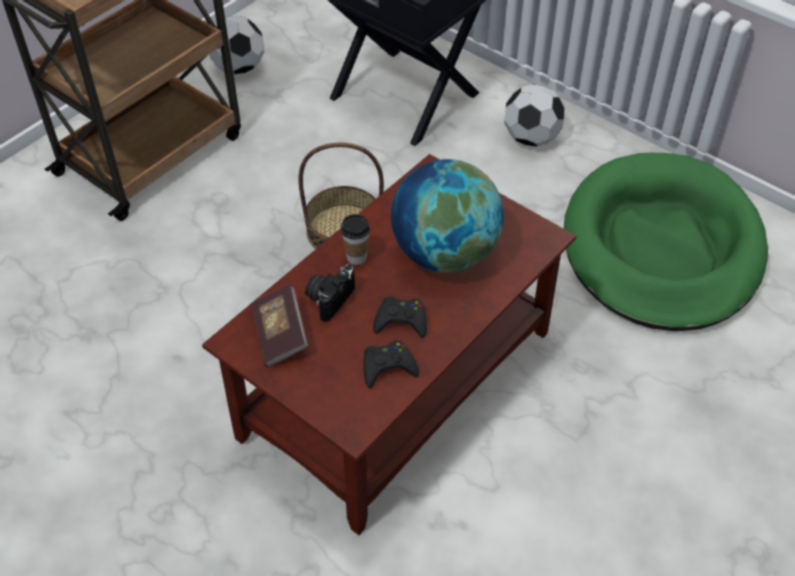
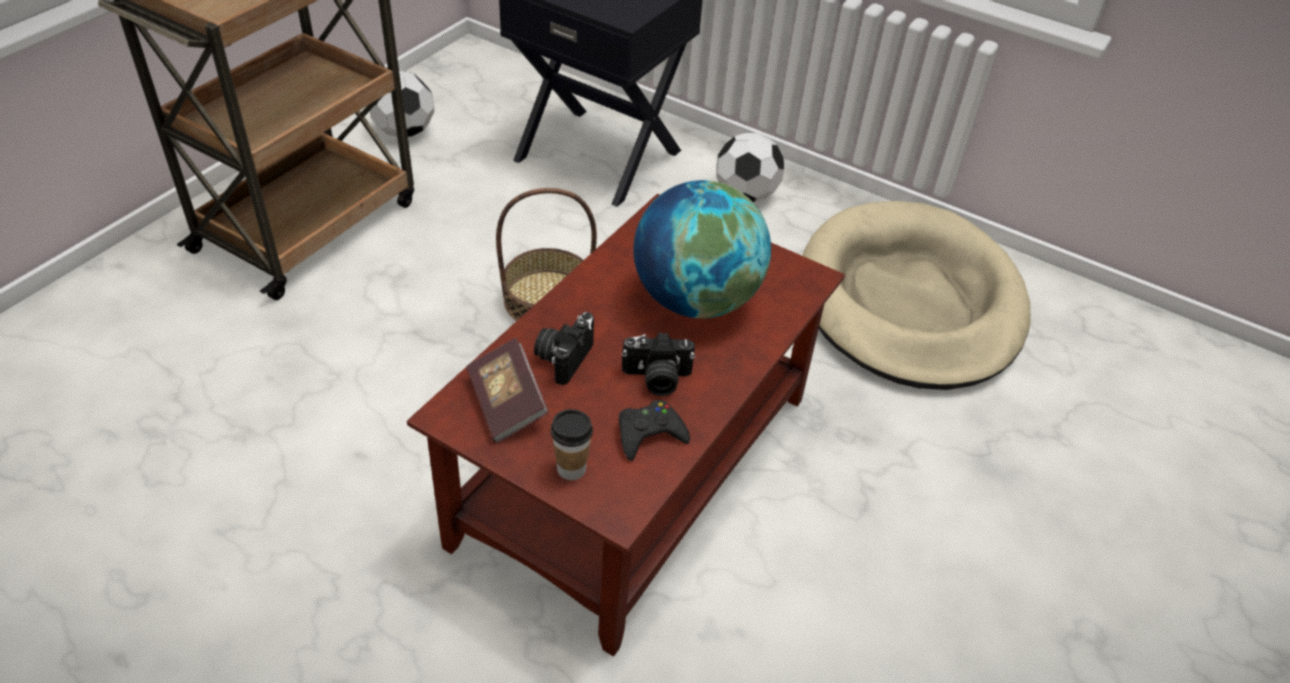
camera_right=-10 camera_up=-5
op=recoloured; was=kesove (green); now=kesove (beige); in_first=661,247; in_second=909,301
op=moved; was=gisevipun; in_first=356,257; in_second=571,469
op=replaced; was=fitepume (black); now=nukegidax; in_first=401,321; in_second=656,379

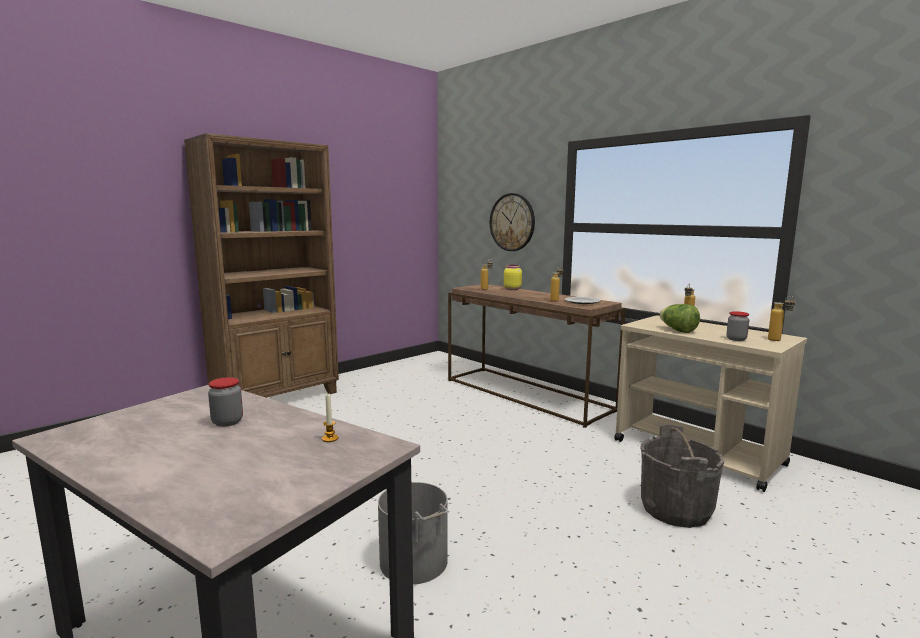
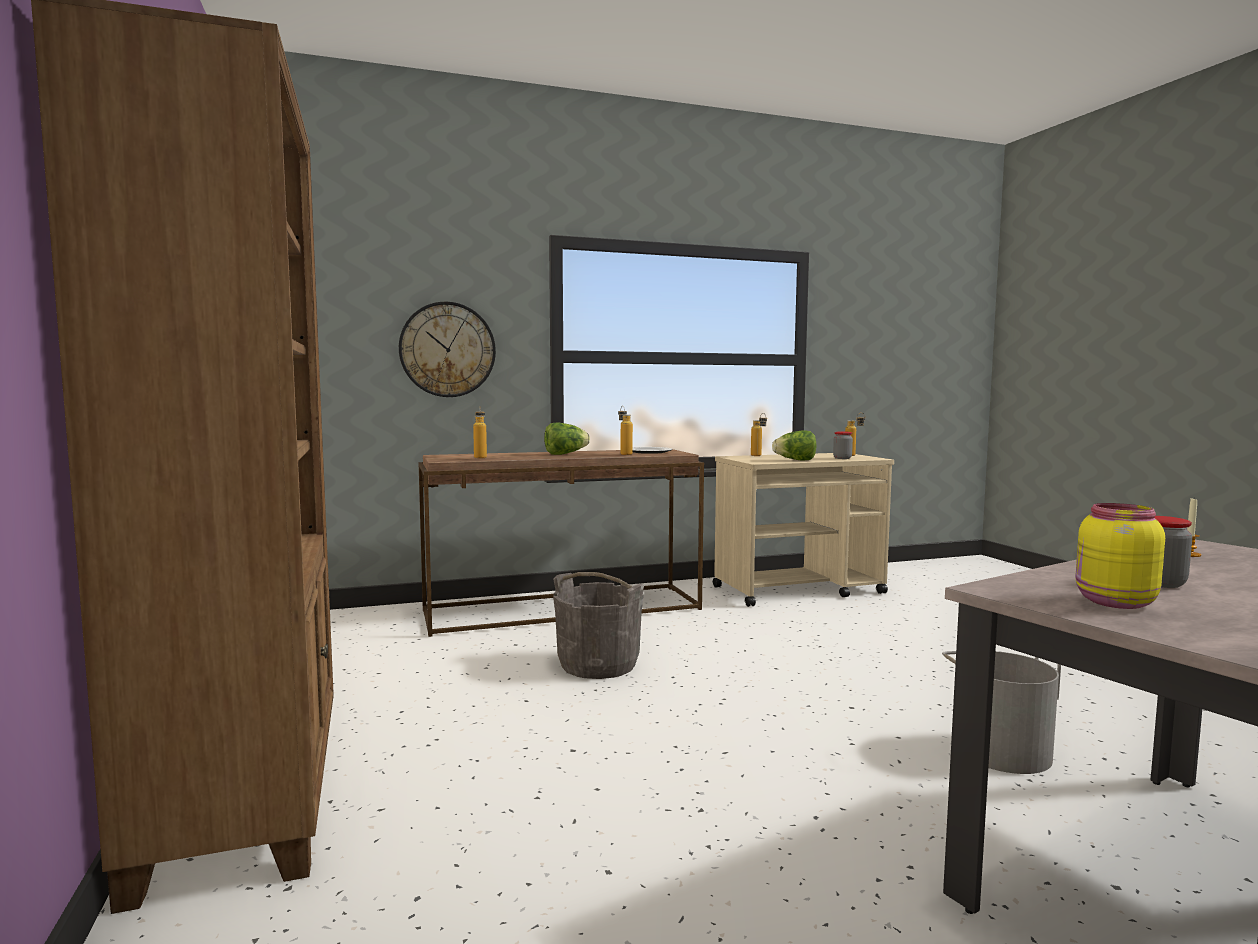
camera_right=-65 camera_up=-5
op=moved; was=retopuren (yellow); in_first=512,289; in_second=1113,602
op=moved; was=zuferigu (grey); in_first=676,509; in_second=598,664
op=added; now=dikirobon; in_second=565,454

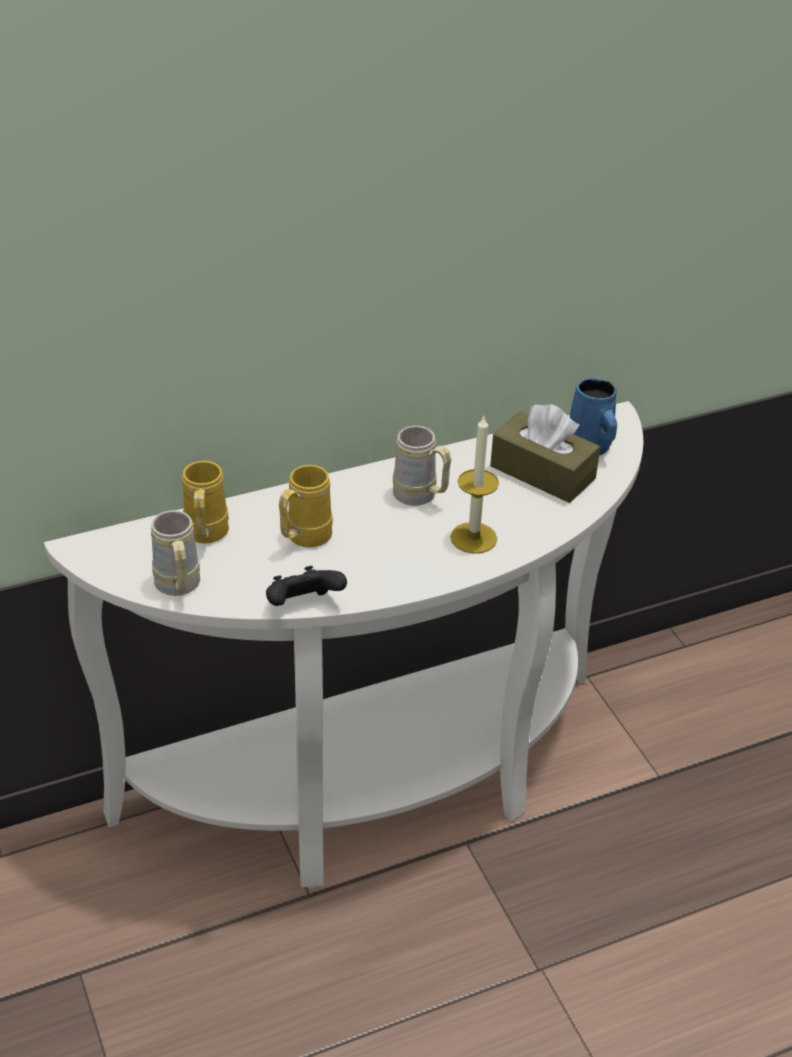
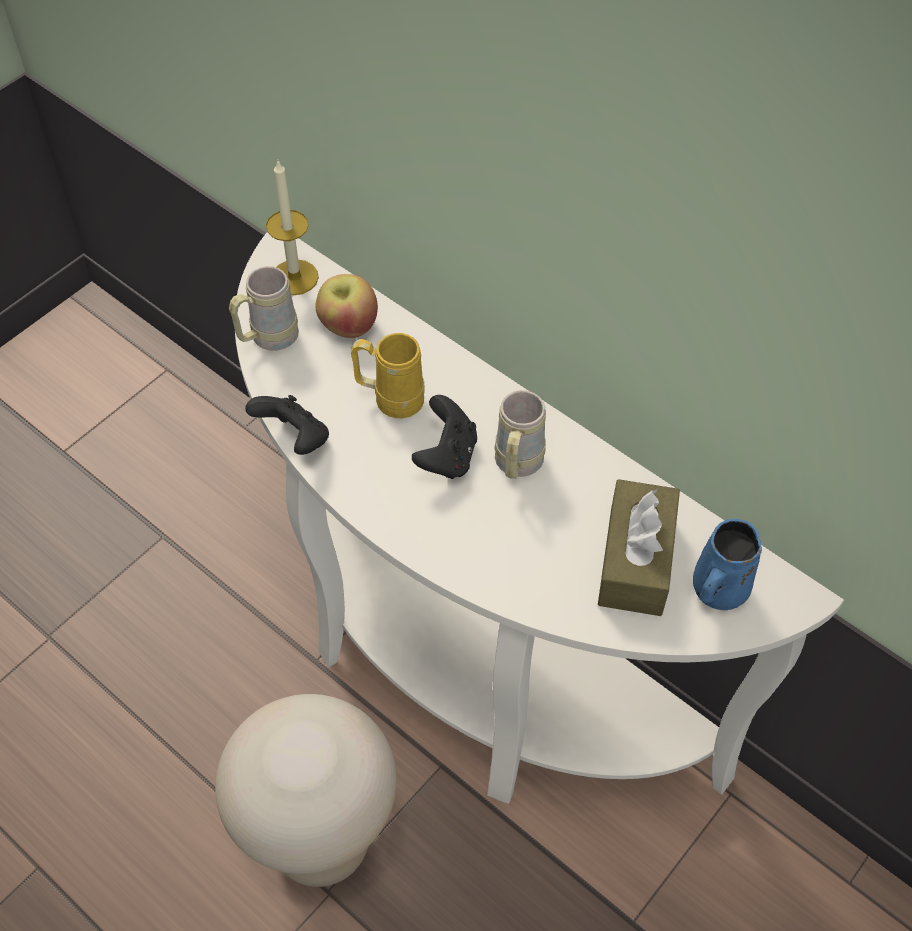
camera_right=65 camera_up=15
op=moved; was=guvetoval; in_first=473,538; in_second=294,277
op=replaced; was=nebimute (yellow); now=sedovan; in_first=205,537; in_second=348,325
op=added; now=fitepume (black); in_second=447,456
op=added; now=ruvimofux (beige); in_second=321,841

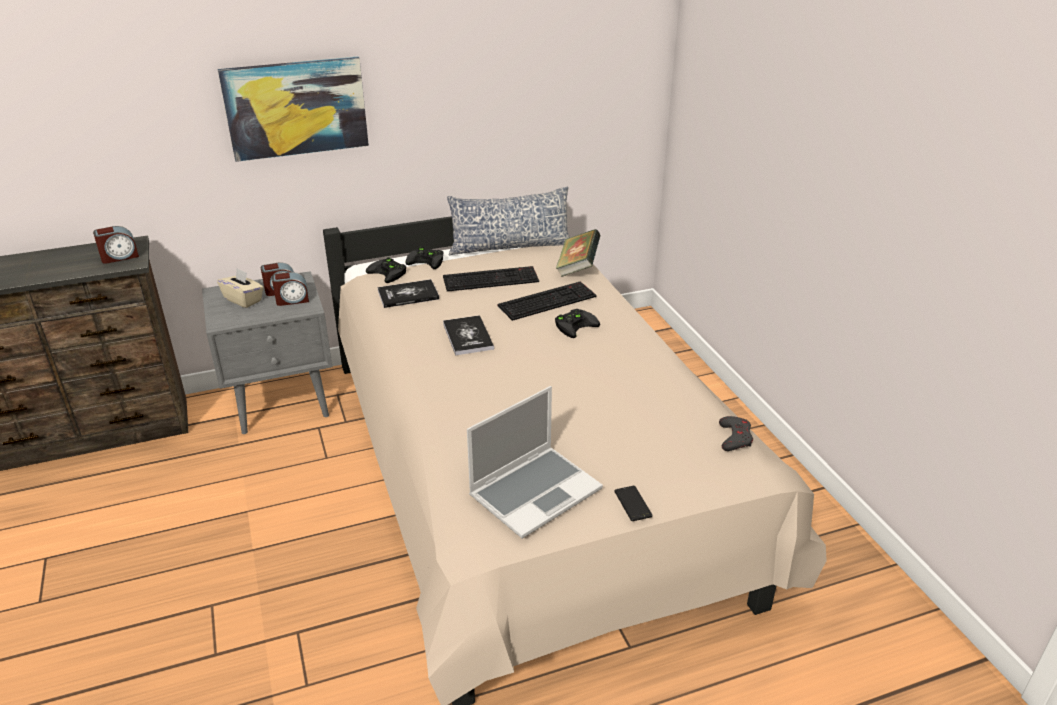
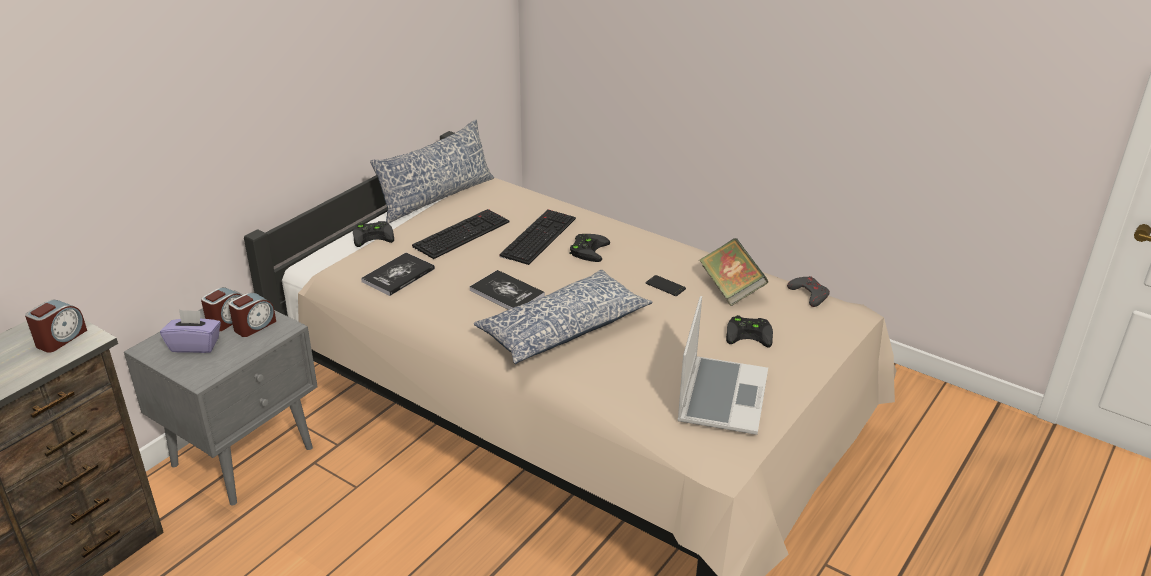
camera_right=-35 camera_up=0
op=removed; was=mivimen; in_first=296,108
op=moved; was=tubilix; in_first=577,268; in_second=731,289
op=moved; was=fitepume (black); in_first=389,273; in_second=750,334
op=recoloured; was=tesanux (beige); now=tesanux (purple); in_first=243,299; in_second=195,345
op=moved; was=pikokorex; in_first=633,504; in_second=665,286
op=added; now=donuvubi; in_second=562,329

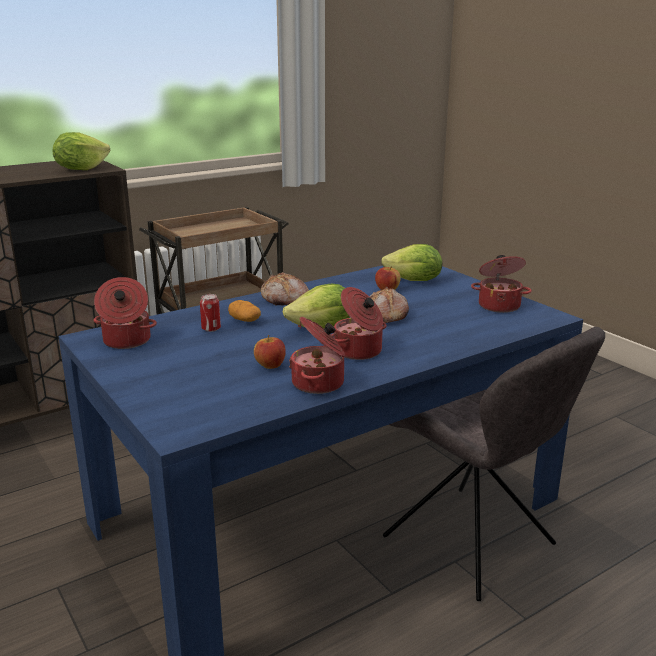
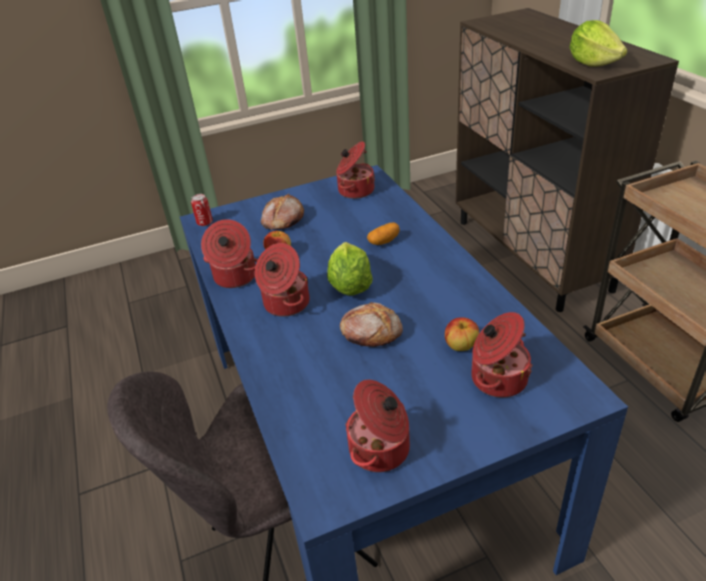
camera_right=105 camera_up=15
op=replaced; was=dikirobon; now=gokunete; in_first=414,281; in_second=497,378
op=moved; was=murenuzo; in_first=285,299; in_second=282,220
op=moved; was=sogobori; in_first=211,329; in_second=205,223

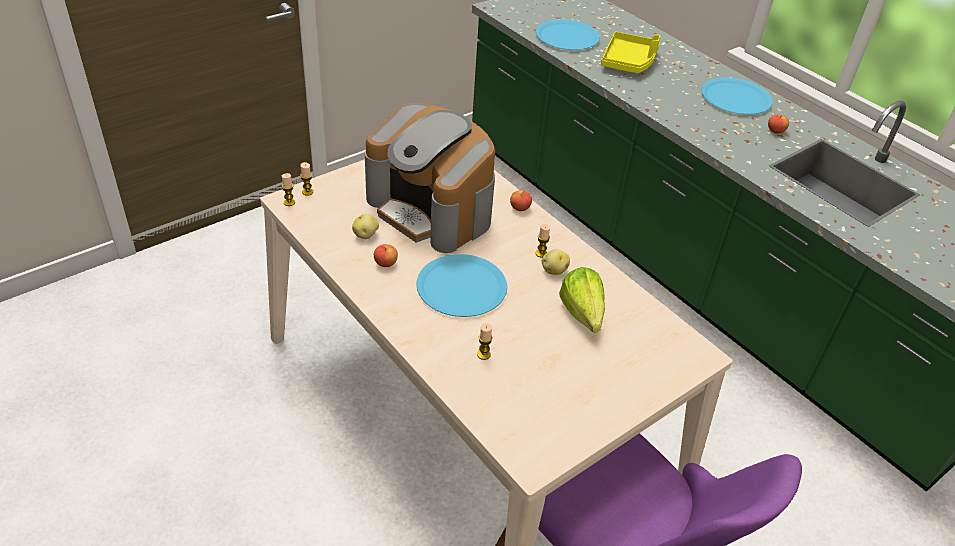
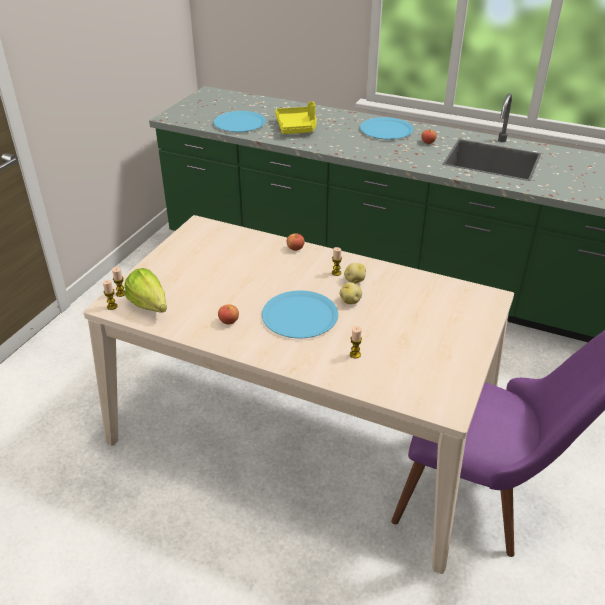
camera_right=-25 camera_up=-5
op=removed; was=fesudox; in_first=432,210
op=moved; was=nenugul; in_first=366,235; in_second=351,301
op=moved; was=dikirobon; in_first=582,318; in_second=151,308

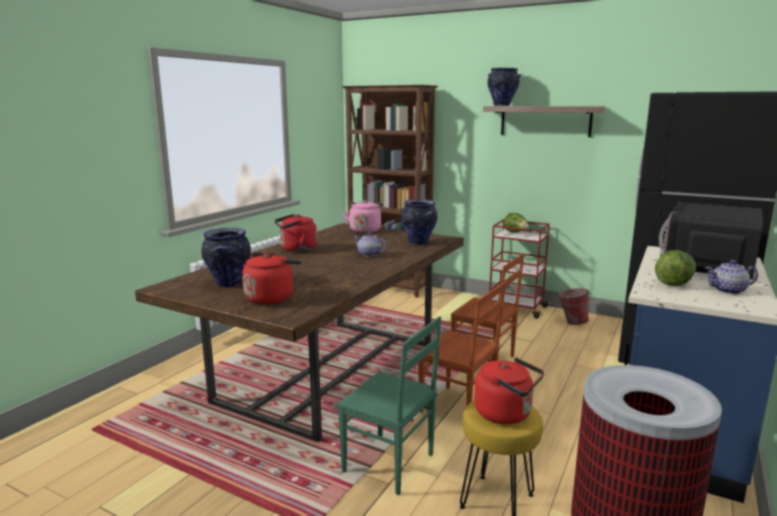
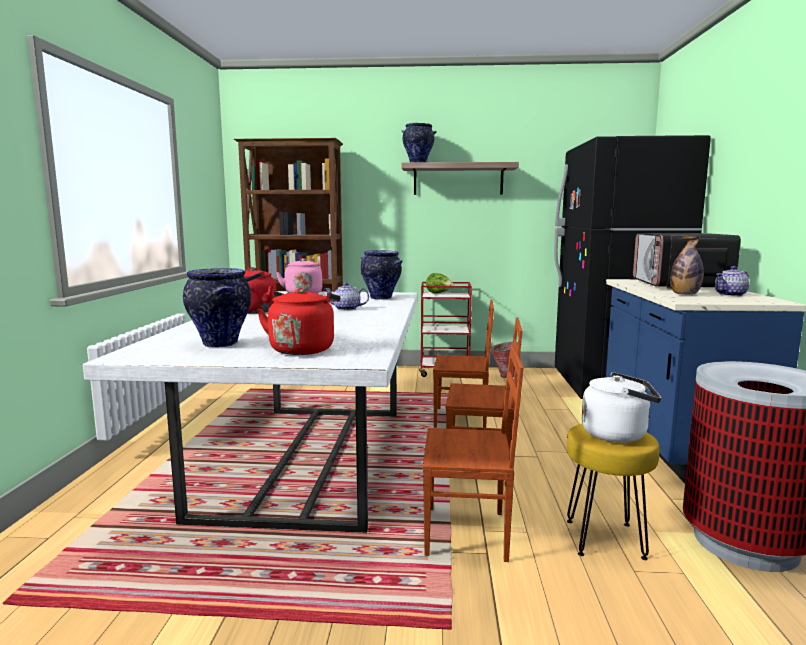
camera_right=-25 camera_up=-5
op=recoloured; was=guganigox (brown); now=guganigox (white); in_first=329,373; in_second=309,460
op=replaced; was=dikirobon; now=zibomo; in_first=673,283; in_second=684,294
op=recoloured; was=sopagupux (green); now=sopagupux (brown); in_first=389,464; in_second=467,534
op=recoloured; was=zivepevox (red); now=zivepevox (white); in_first=506,414; in_second=618,434

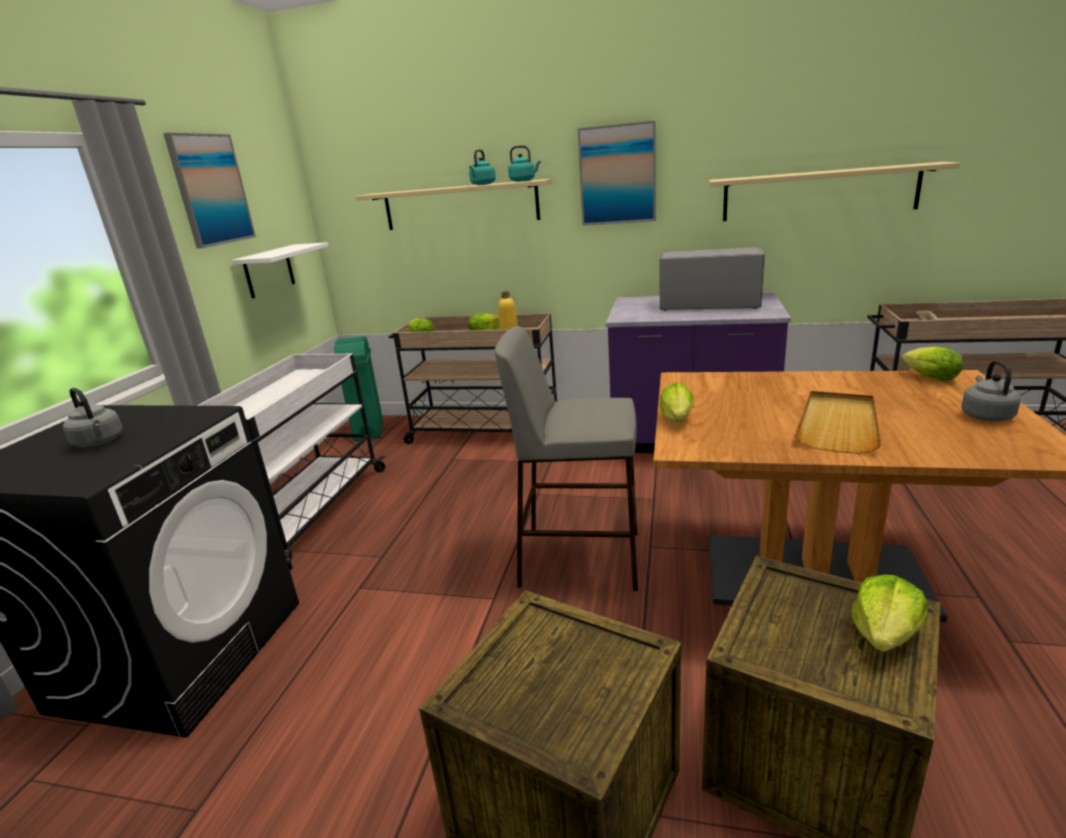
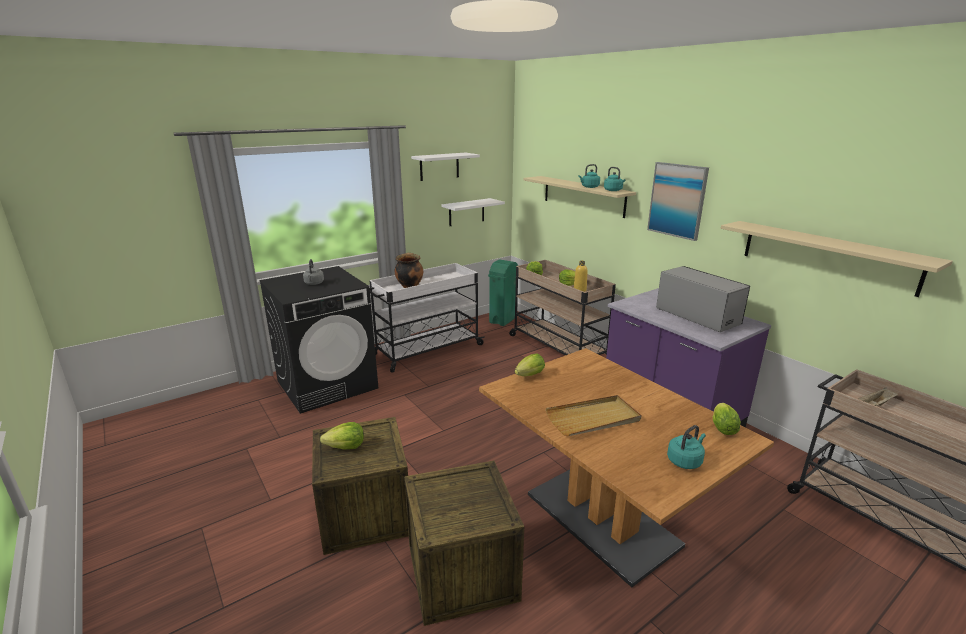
camera_right=40 camera_up=0
op=replaced; was=mivimen; now=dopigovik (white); in_first=211,190; in_second=439,166
op=removed; was=ruvimofux (grey); in_first=579,558
op=recoloured; was=zivepevox (grey); now=zivepevox (turquoise); in_first=985,415; in_second=685,461
op=moved; was=dikirobon; in_first=885,633; in_second=346,446
op=added; now=gokunete; in_second=409,286

